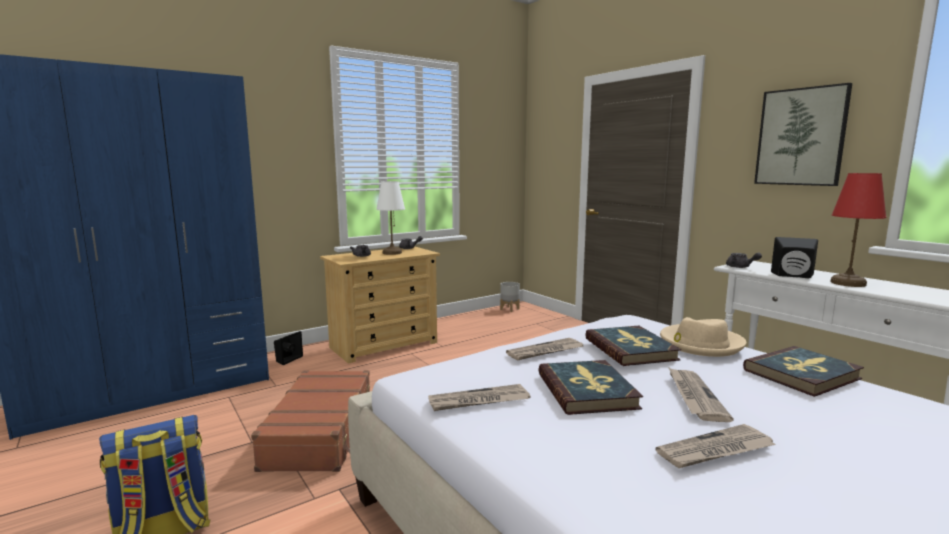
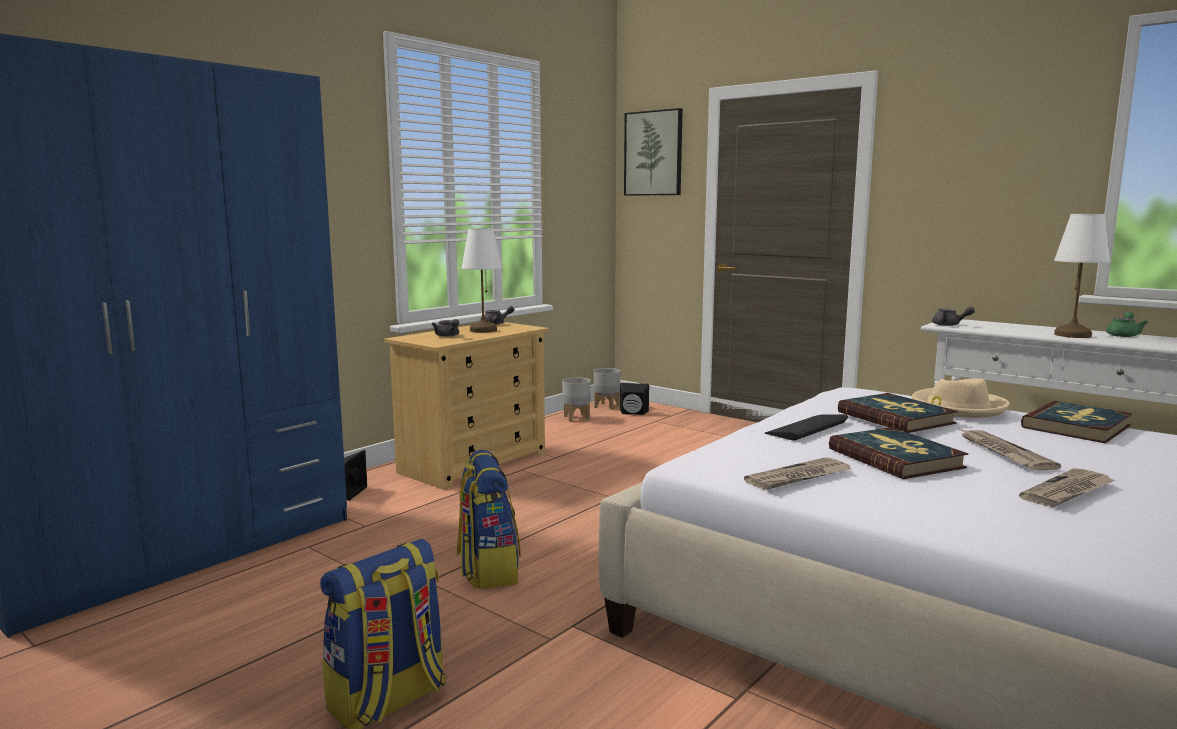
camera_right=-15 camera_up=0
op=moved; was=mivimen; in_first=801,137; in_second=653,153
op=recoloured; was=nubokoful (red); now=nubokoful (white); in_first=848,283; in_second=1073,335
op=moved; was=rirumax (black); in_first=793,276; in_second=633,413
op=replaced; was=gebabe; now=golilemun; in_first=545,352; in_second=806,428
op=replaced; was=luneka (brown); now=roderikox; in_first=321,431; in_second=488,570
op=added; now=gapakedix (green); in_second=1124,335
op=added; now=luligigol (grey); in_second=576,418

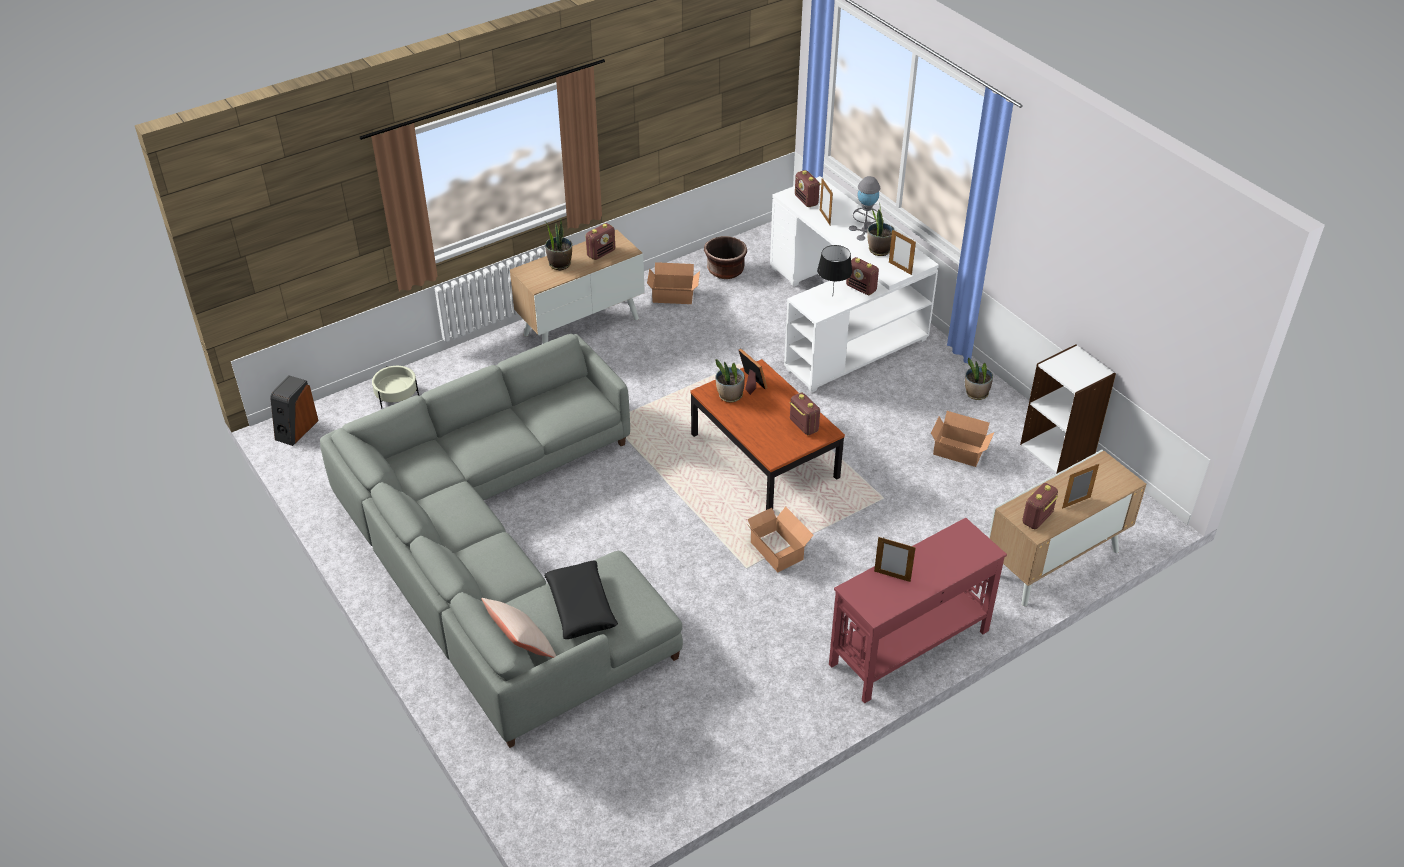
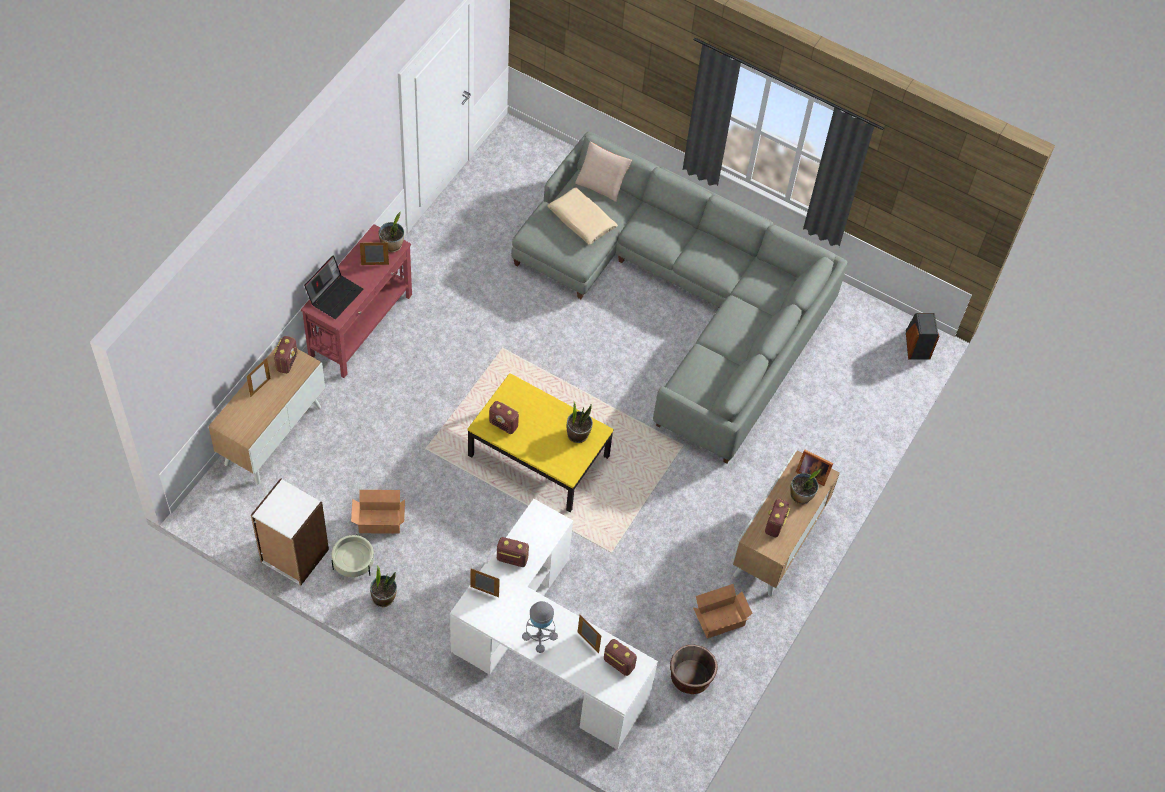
camera_right=150 camera_up=15
op=moved; was=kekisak; in_first=879,250; in_second=392,245
op=removed; was=nubokoful (black); in_first=833,296
op=moved; was=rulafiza; in_first=751,383; in_second=811,472
op=recoloured; was=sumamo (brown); now=sumamo (yellow); in_first=763,456; in_second=539,455
op=moved; was=luligigol (beige); in_first=396,395; in_second=353,562
op=removed; was=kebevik; in_first=777,549
op=recoloured; was=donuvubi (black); now=donuvubi (beige); in_first=581,606; in_second=581,220
op=added; now=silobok; in_second=335,295

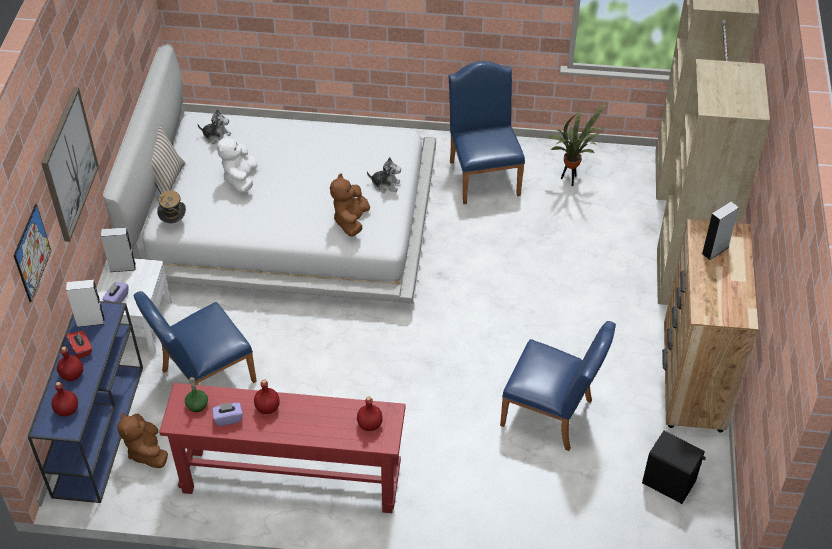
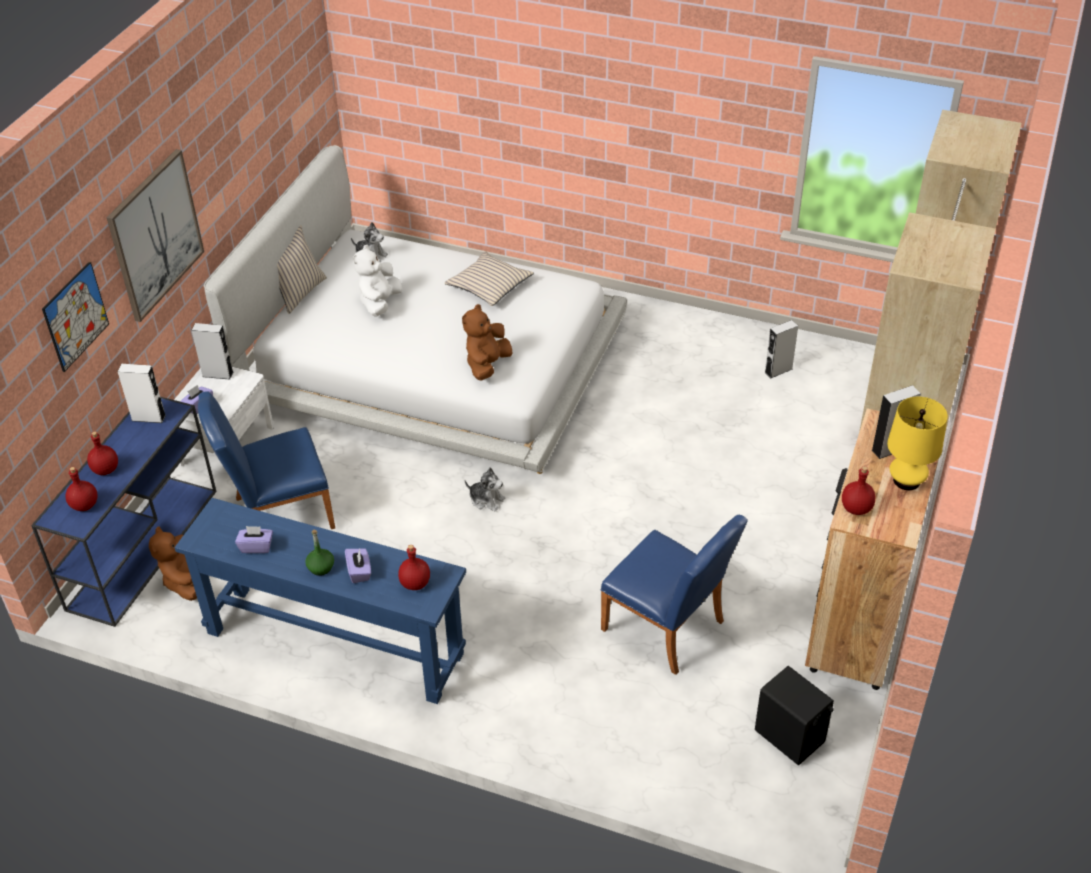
camera_right=15 camera_up=-5
op=removed; was=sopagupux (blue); in_first=483,174
op=replaced; was=kekisak; now=rirumax (grey); in_first=570,180; in_second=778,370
op=moved; was=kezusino; in_first=385,184; in_second=486,500
op=removed; was=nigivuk; in_first=174,222
op=removed; was=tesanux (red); in_first=81,349
op=moved; was=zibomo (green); in_first=197,405; in_second=321,567
op=moved; was=zibomo (red); in_first=268,408; in_second=857,509
op=recoloured; was=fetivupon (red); now=fetivupon (blue); in_first=291,479; in_second=334,643
op=added; now=donuvubi (beige); in_second=489,285
op=added; now=nubokoful (yellow); in_second=906,480
op=added; now=tesanux (purple); in_second=359,572

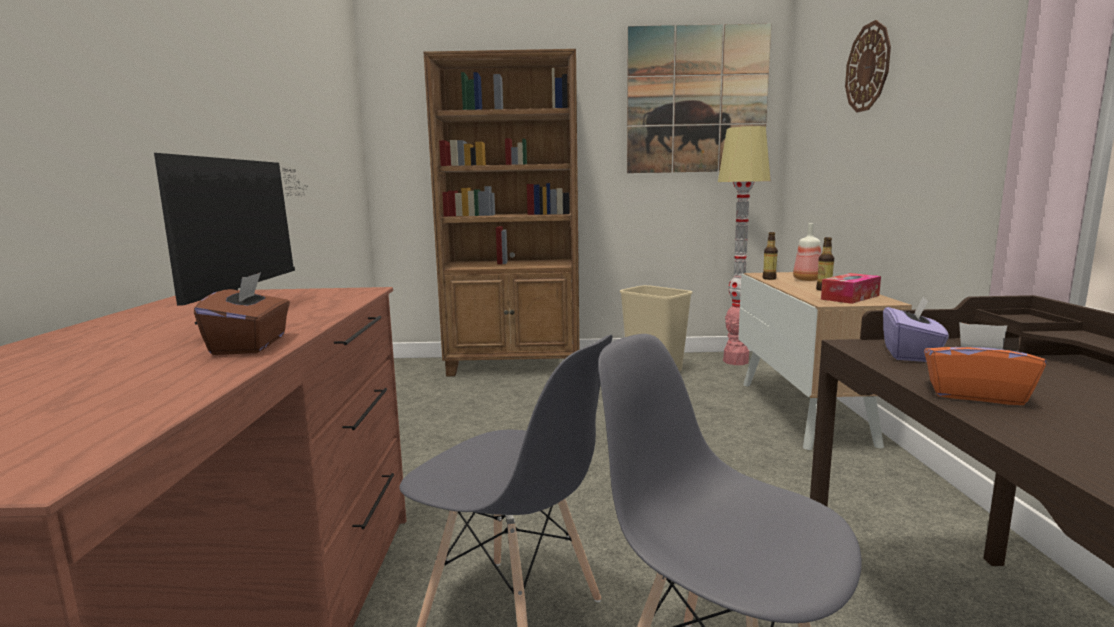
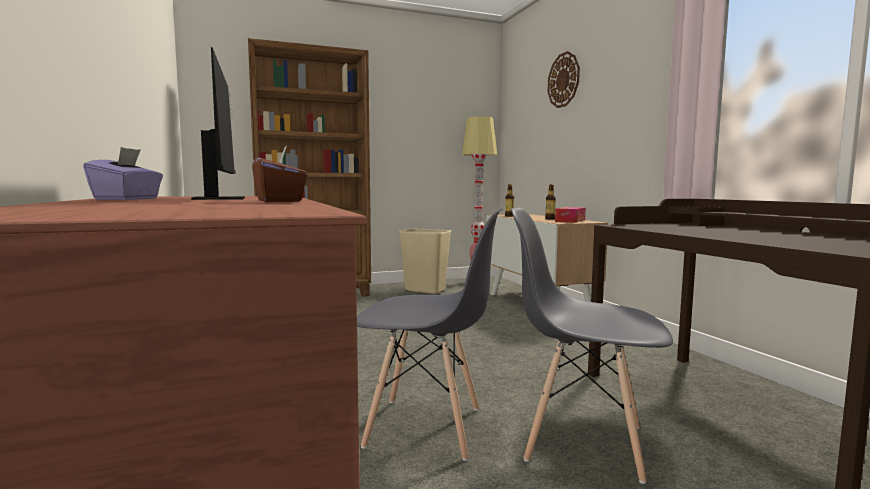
camera_right=-20 camera_up=-5
op=removed; was=mivimen; in_first=696,100
op=removed; was=zibomo; in_first=808,279
op=moved; was=tesanux (purple); in_first=910,354; in_second=128,199
op=removed; was=tesanux (orange); in_first=975,394

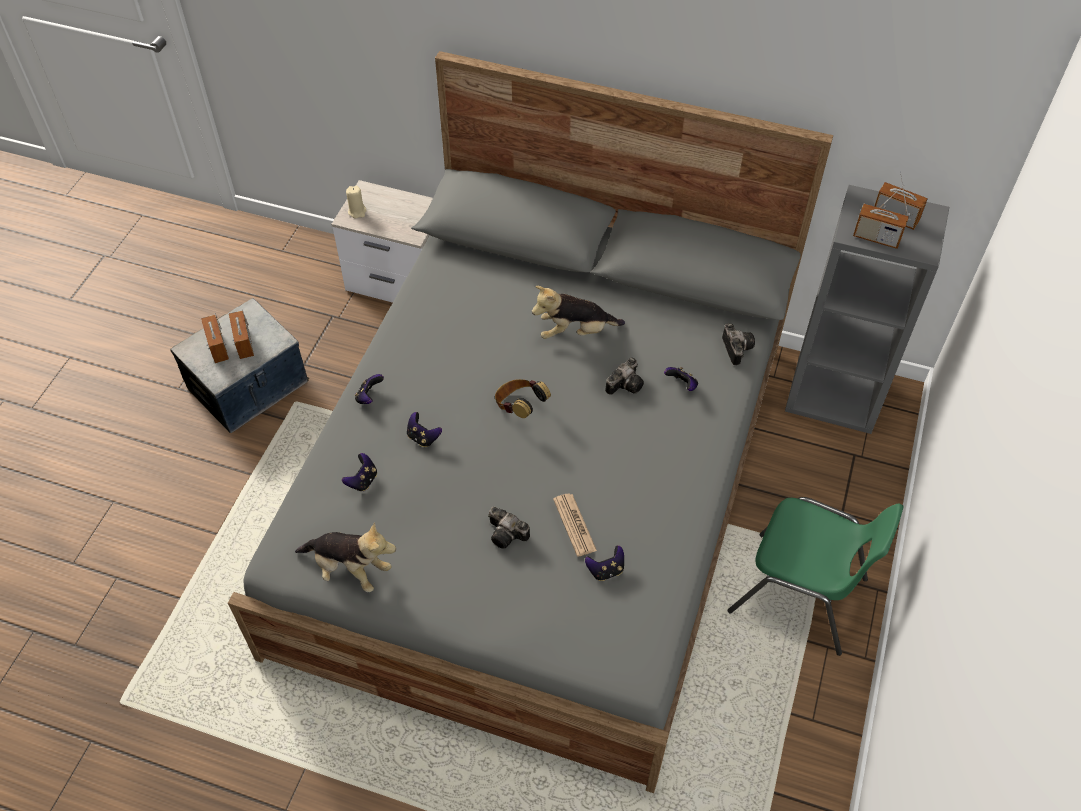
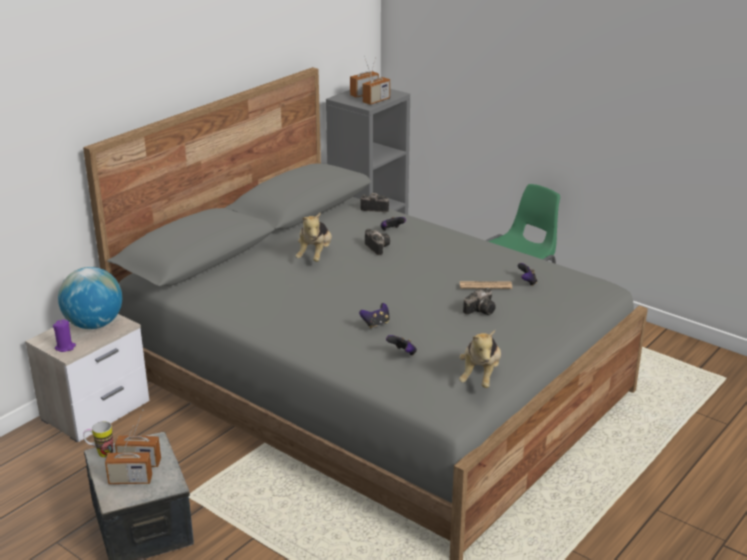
camera_right=-70 camera_up=-25
op=recoloured; was=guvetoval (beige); now=guvetoval (purple); in_first=357,211; in_second=65,347
op=removed; was=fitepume; in_first=369,397
op=removed; was=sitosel; in_first=520,407
op=turned; was=kezusino; in_first=349,569; in_second=480,376; clockwise=150
op=added; now=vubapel; in_second=94,325
op=added; now=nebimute; in_second=100,453

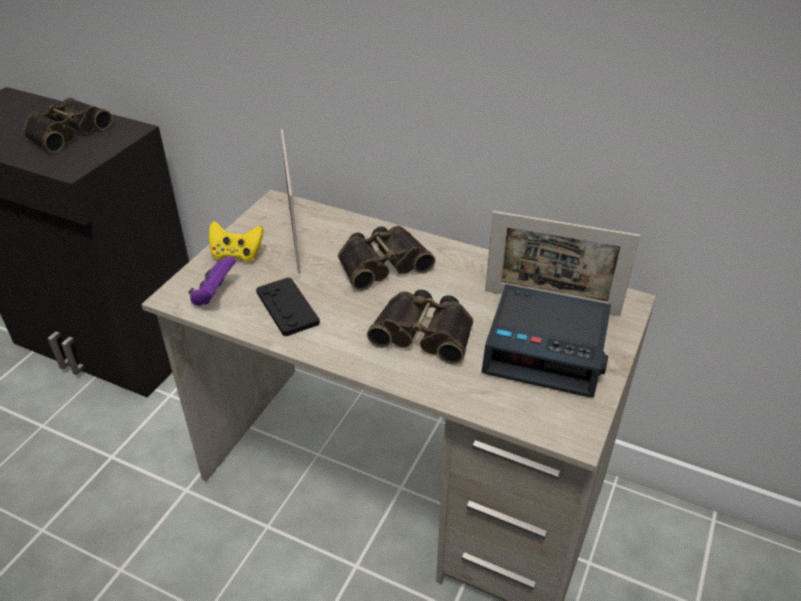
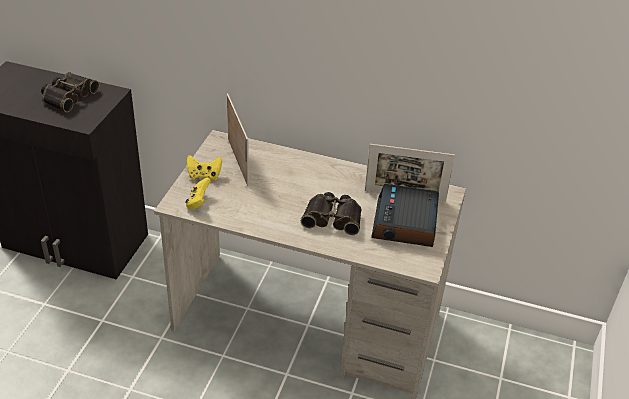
camera_right=-10 camera_up=0
op=removed; was=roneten; in_first=382,263
op=recoloured; was=fitepume (purple); now=fitepume (yellow); in_first=214,295; in_second=198,202
op=removed; was=fitepume (black); in_first=287,307
op=turned; was=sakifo; in_first=547,350; in_second=405,223; clockwise=90

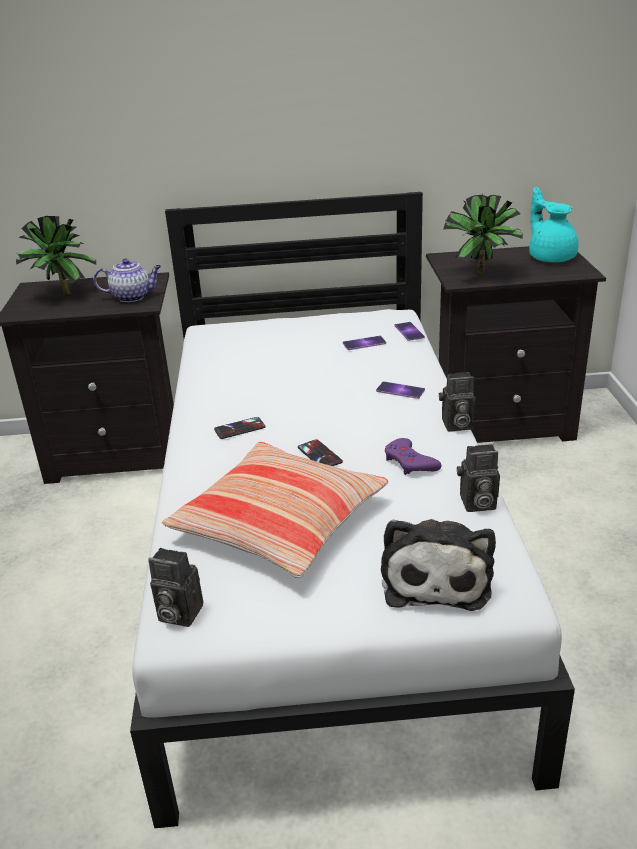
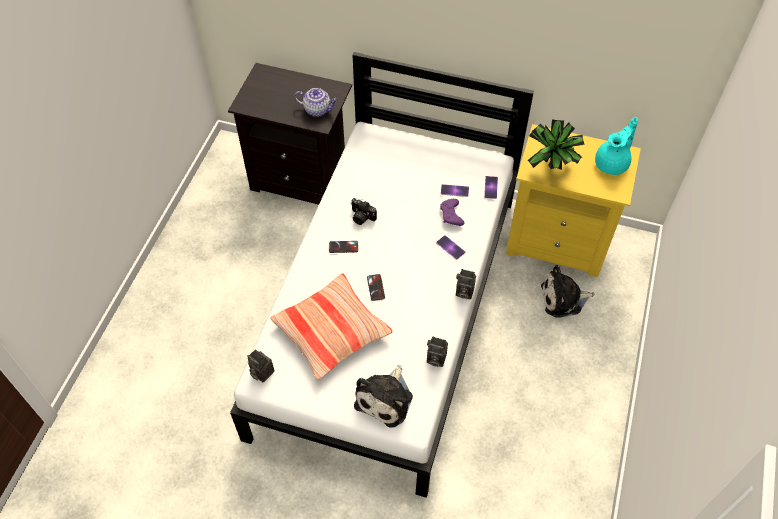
camera_right=20 camera_up=25
op=turned; was=gapakedix (turquoise); in_first=550,257; in_second=612,163; clockwise=45
op=removed; was=kekisak; in_first=61,295
op=recoloured; was=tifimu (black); now=tifimu (yellow); in_first=500,422; in_second=558,240
op=moved; was=fitepume (purple); in_first=410,462; in_second=451,214
op=added; now=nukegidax; in_second=361,217
op=added; now=kezusino; in_second=563,299

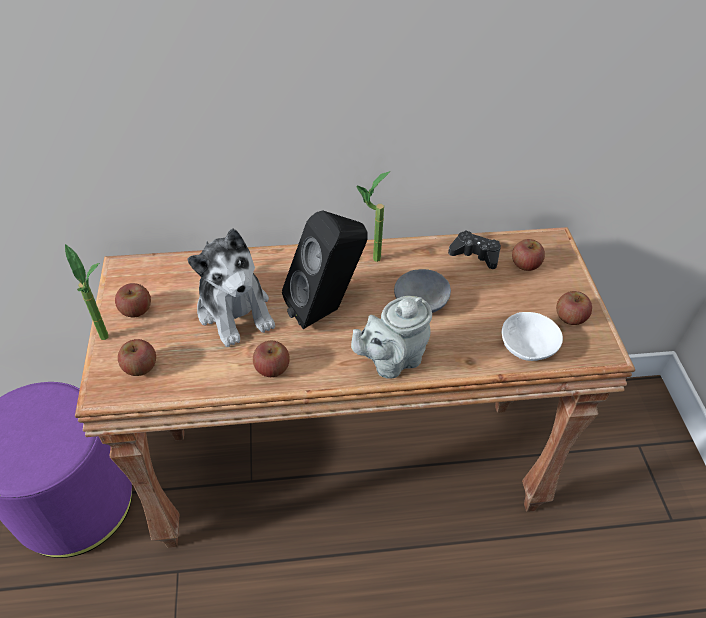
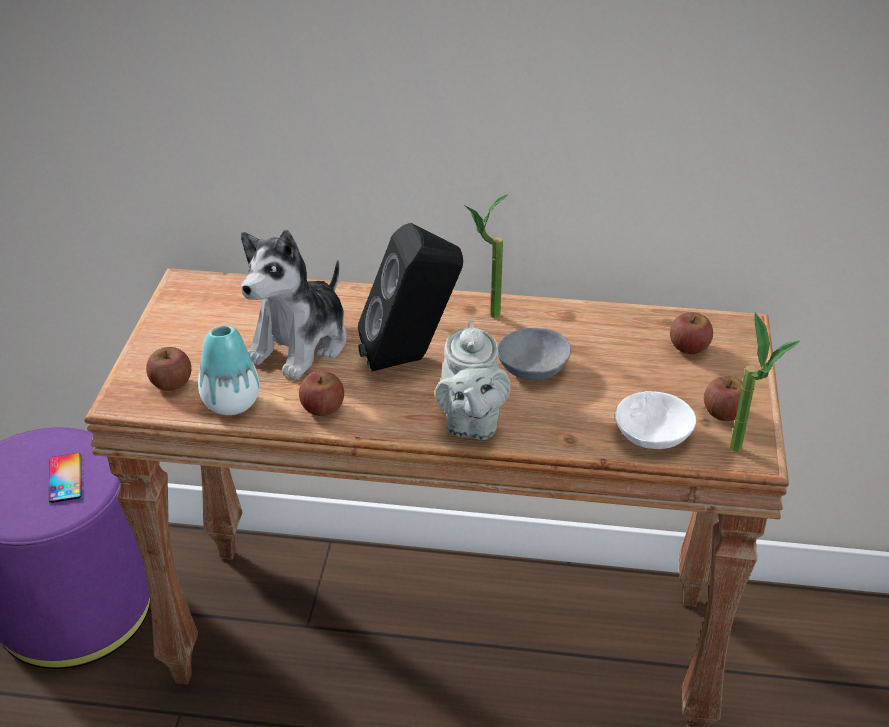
camera_right=15 camera_up=-10
op=turned; was=kezusino; in_first=235,310; in_second=300,344; clockwise=45
op=removed; was=fitepume (black); in_first=475,254
op=moved; was=kekisak; in_first=110,341; in_second=745,454
op=removed; was=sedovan; in_first=136,310
op=turned; was=gapakedix (grey); in_first=391,360; in_second=470,423; clockwise=-75
op=added; now=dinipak; in_second=231,403
op=added; now=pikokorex; in_second=65,478

